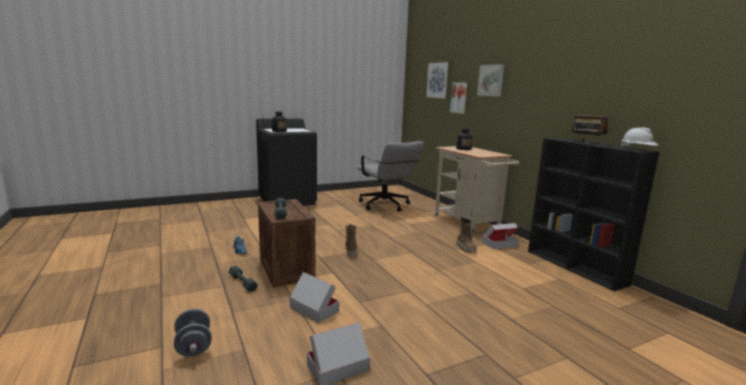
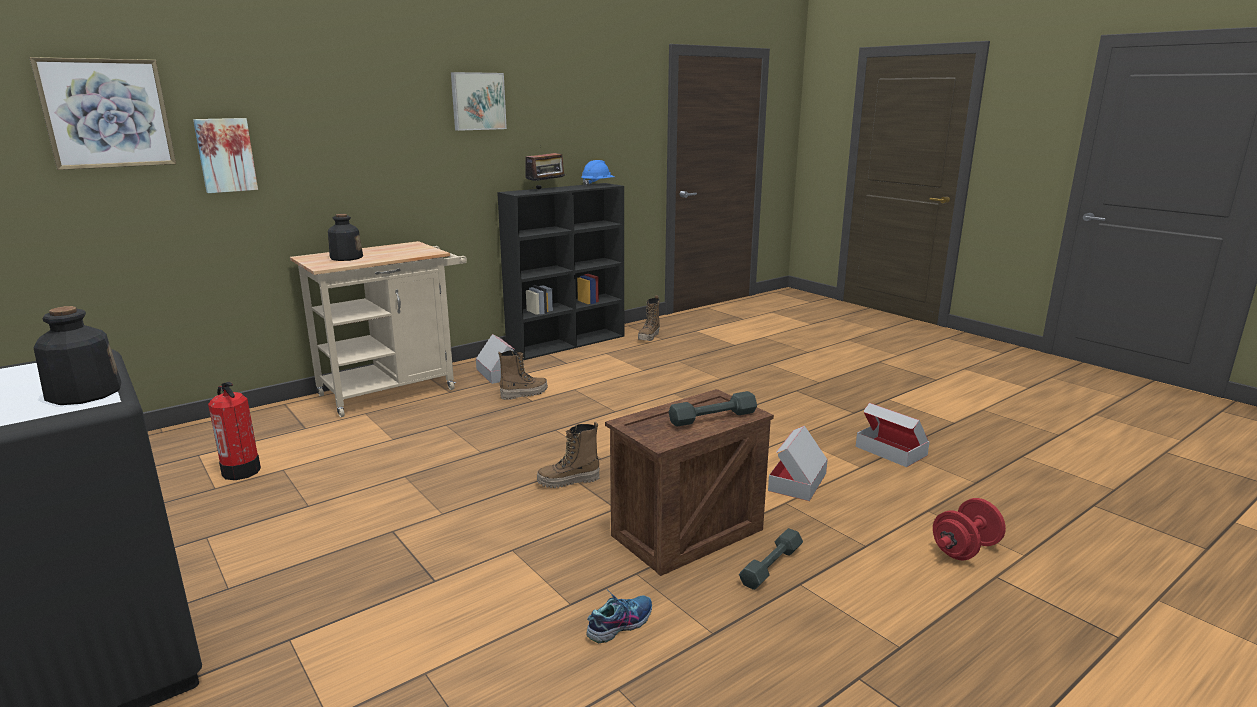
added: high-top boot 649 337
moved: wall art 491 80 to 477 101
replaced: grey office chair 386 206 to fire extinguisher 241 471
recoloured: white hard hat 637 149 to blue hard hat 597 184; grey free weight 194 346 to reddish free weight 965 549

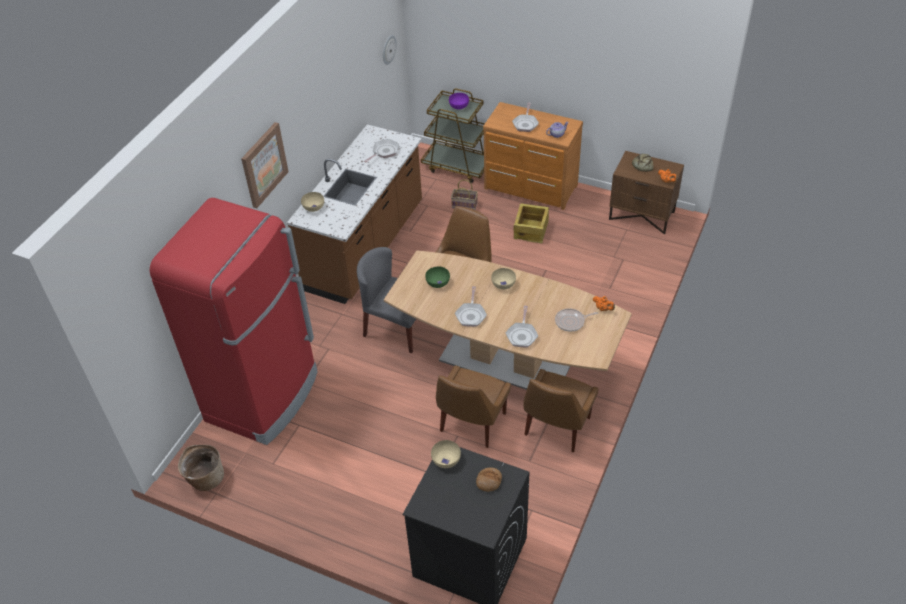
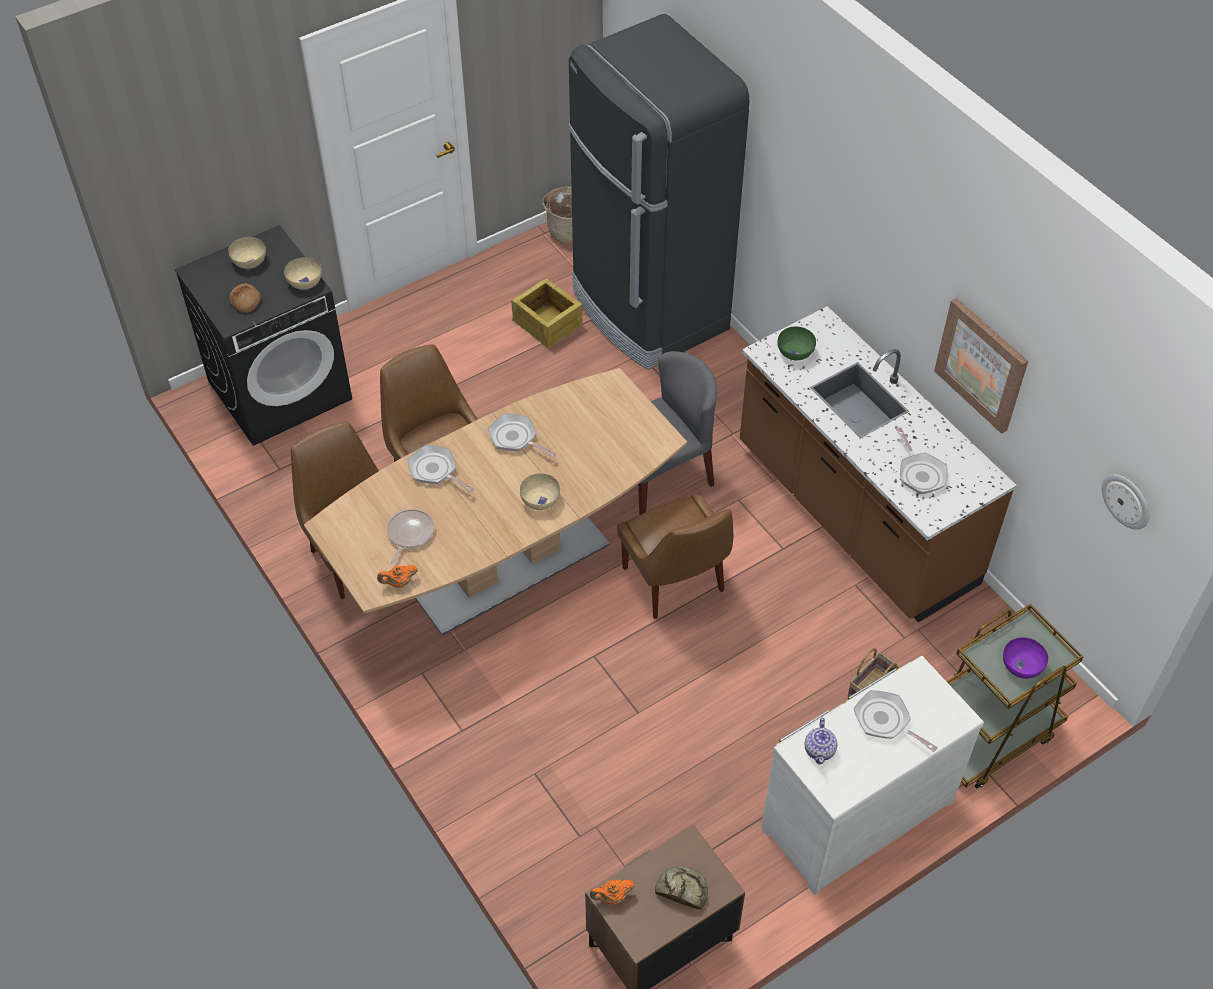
moved: beige bowl 313 207 to 250 261; crate 531 230 to 547 324; greenish bowl 437 282 to 795 352; wall art 263 164 to 982 364
recoloured: reddish refrigerator 264 397 to black refrigerator 648 311; brown-coloured dresser 530 188 to white dresser 853 812

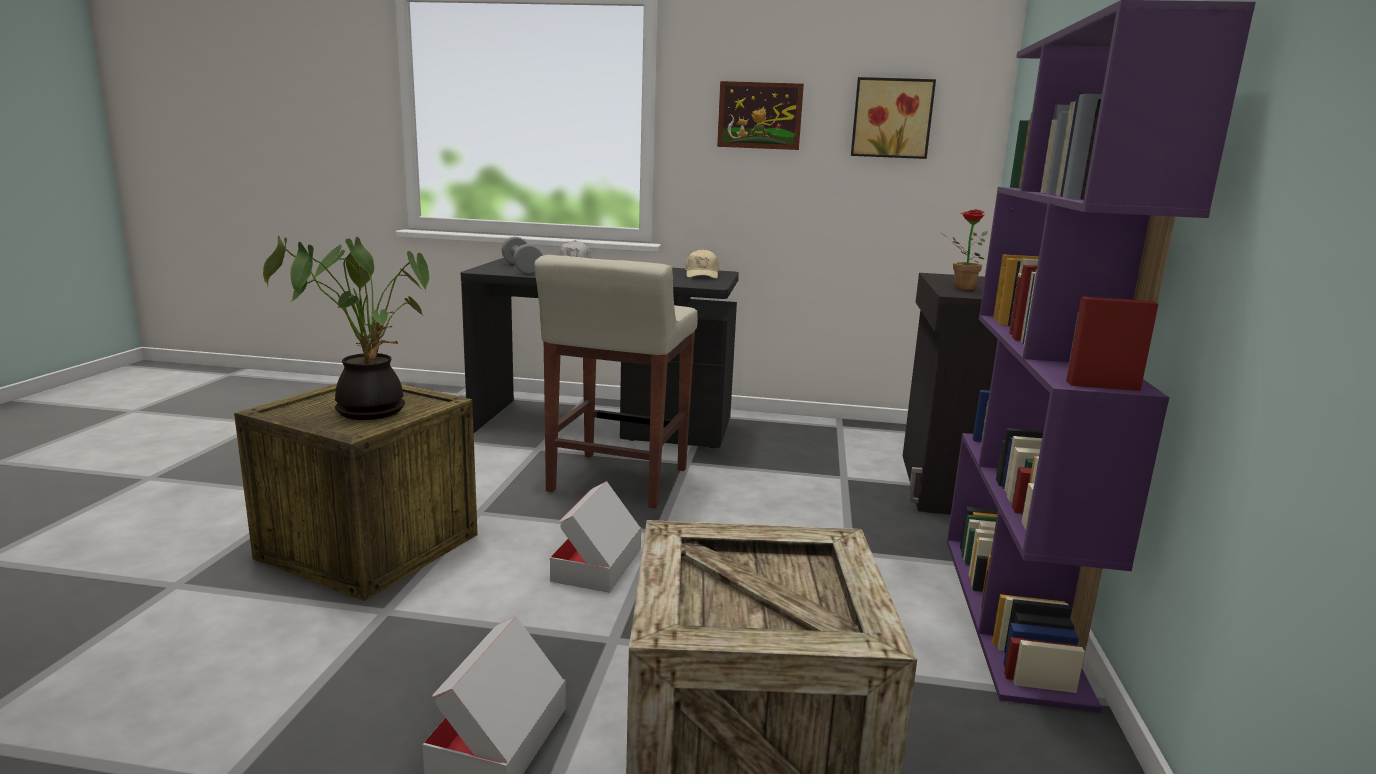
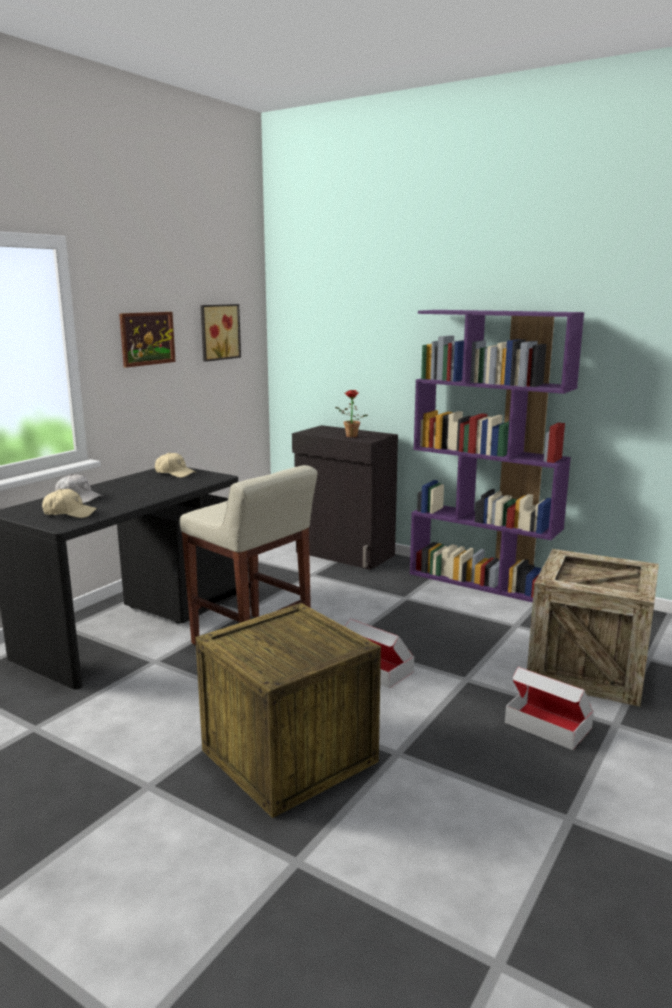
removed: houseplant 368 409
replaced: grey free weight 522 268 to beige cap 69 513

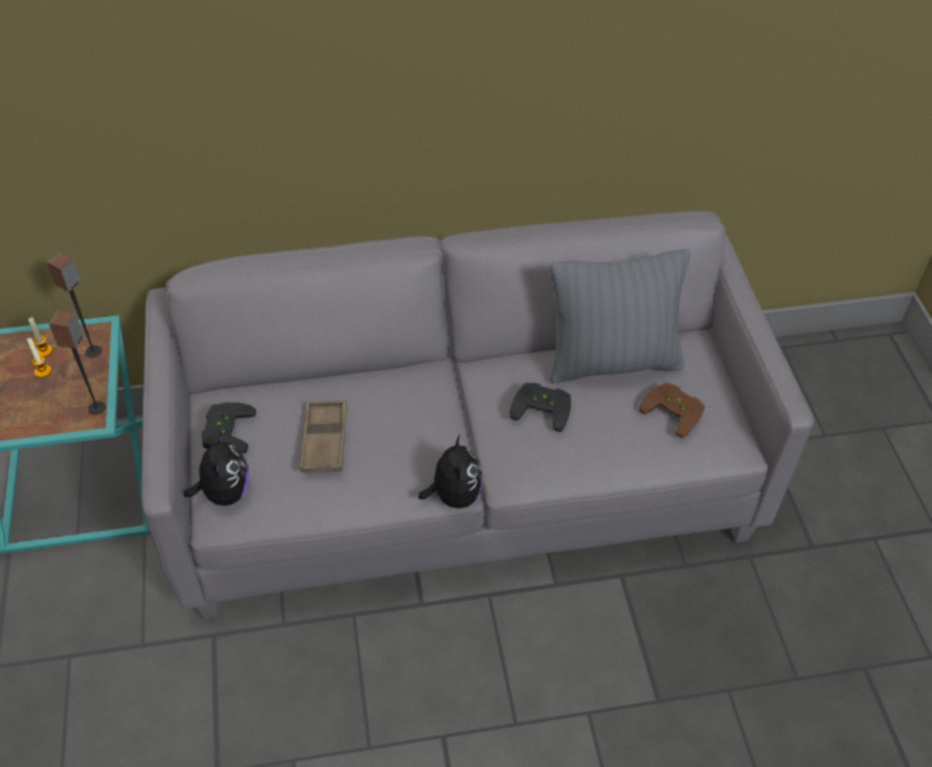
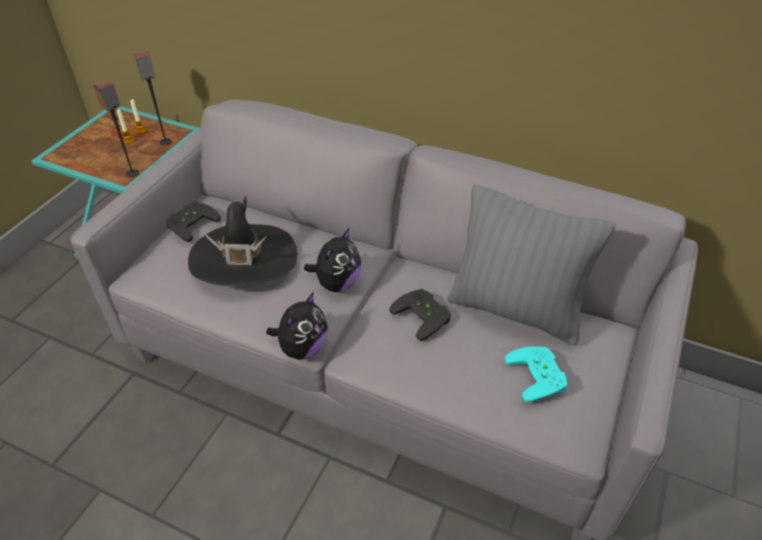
moved: soft toy 225 493 to 337 283
replaced: brown-coloured serving tray 324 441 to black clothing hat 244 259
recoloured: brown-coloured joypad 675 410 to turquoise joypad 539 376

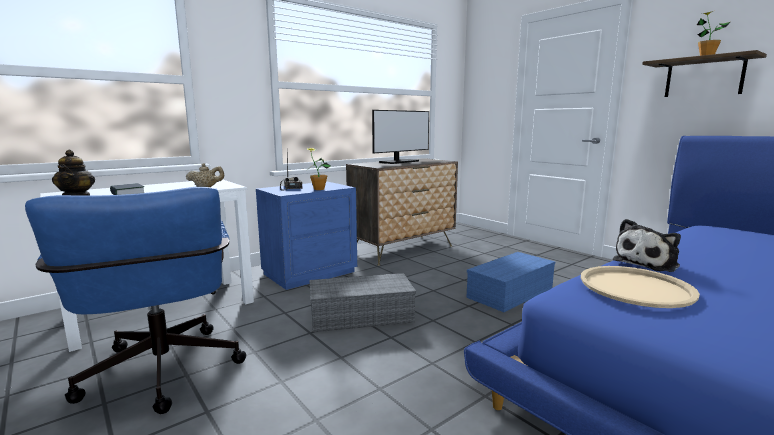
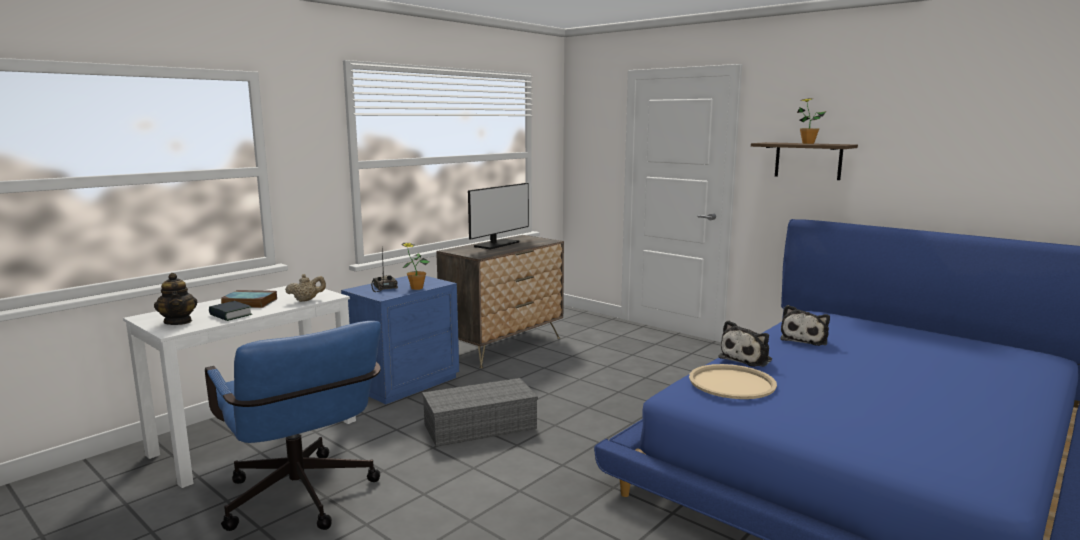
removed: blue storage box 510 293
added: bound book 248 303; soft toy 805 339

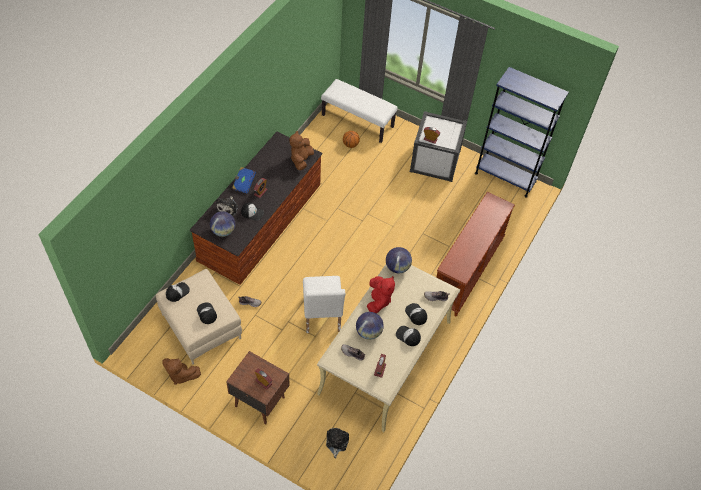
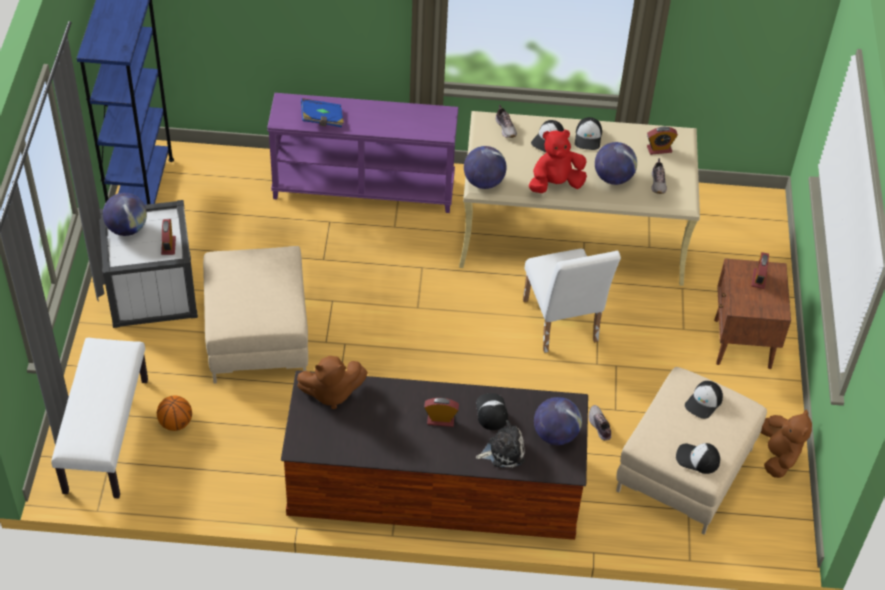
removed: soft toy 336 442
added: world globe 127 228; beige footrest 257 335
moved: blue bound book 244 183 to 322 120
recoloured: brown-coloured console table 467 271 to purple console table 364 188
turned: white chair 322 318 = 561 326 105 degrees clockwise

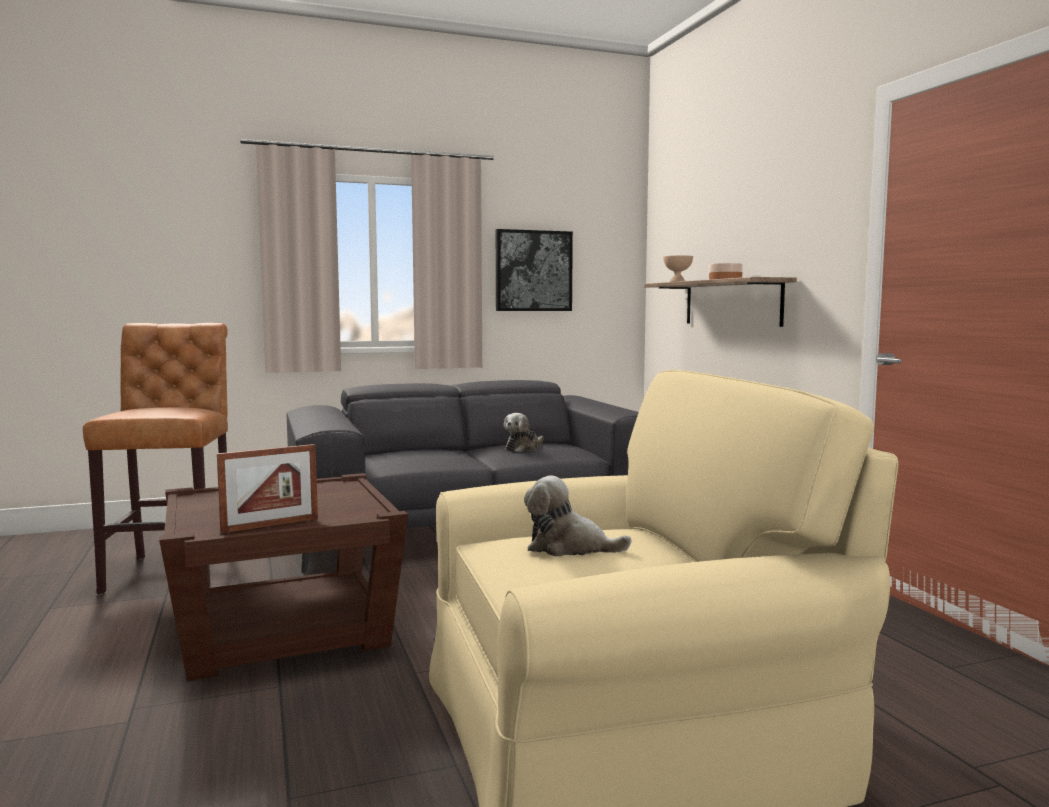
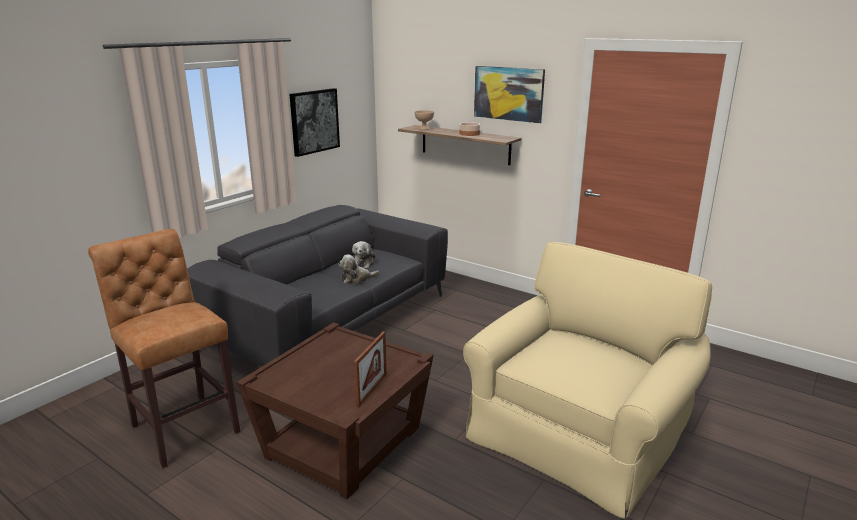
added: wall art 508 93
moved: soft toy 569 548 to 356 279

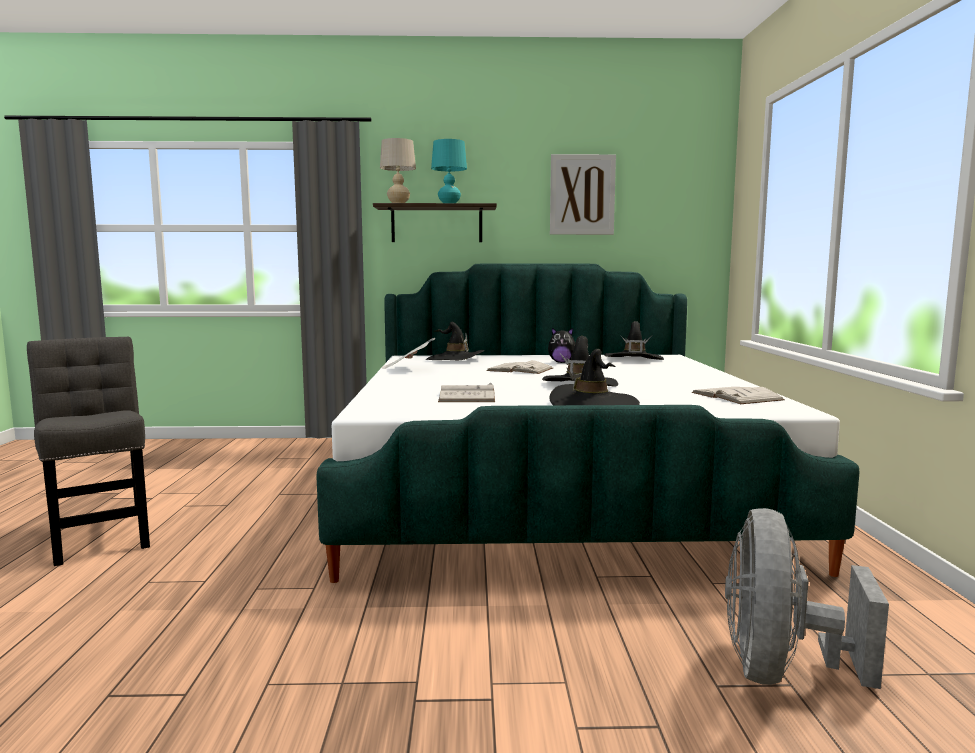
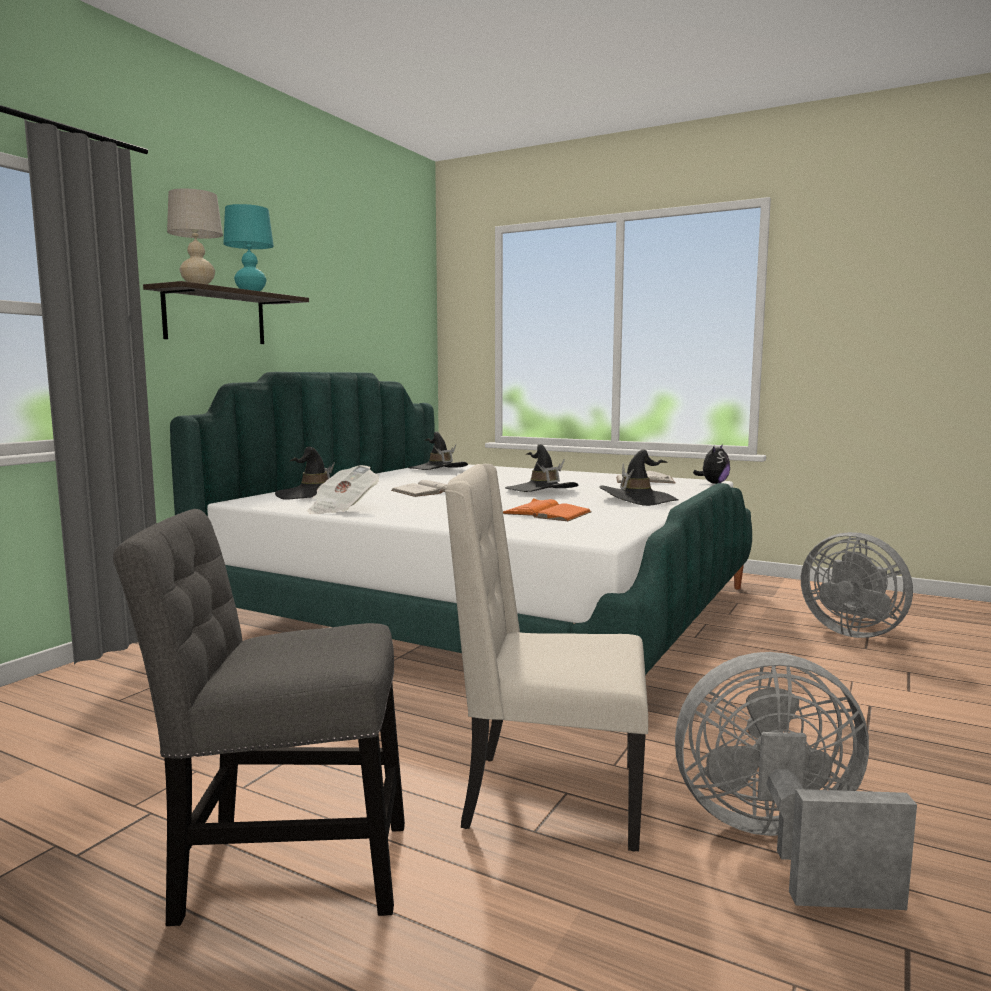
removed: wall art 582 195
added: beige chair 549 797; grey cooling fan 779 845
moved: soft toy 561 362 to 713 483
recoloured: white bound book 467 395 to orange-coloured bound book 546 513

